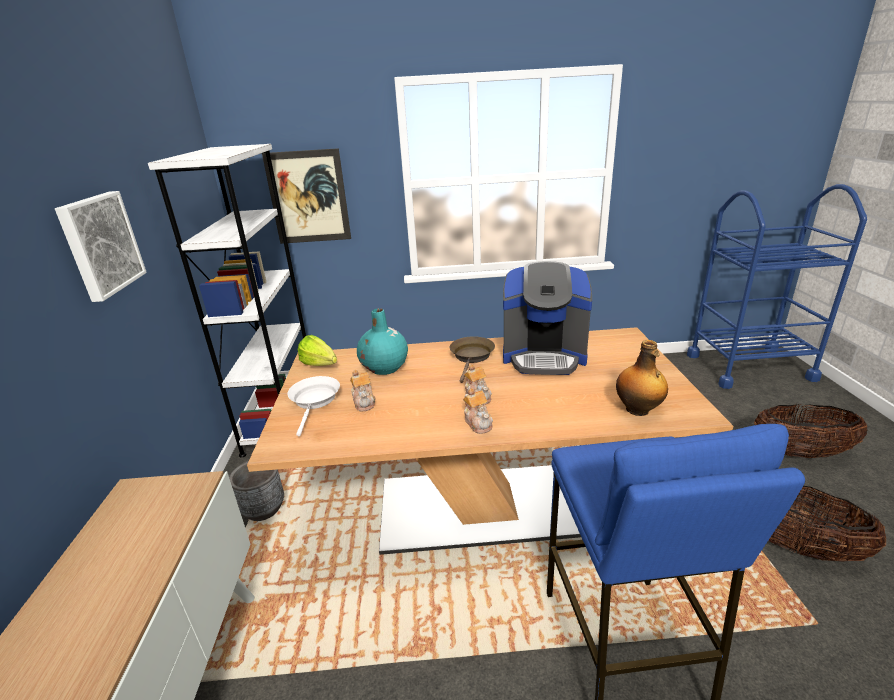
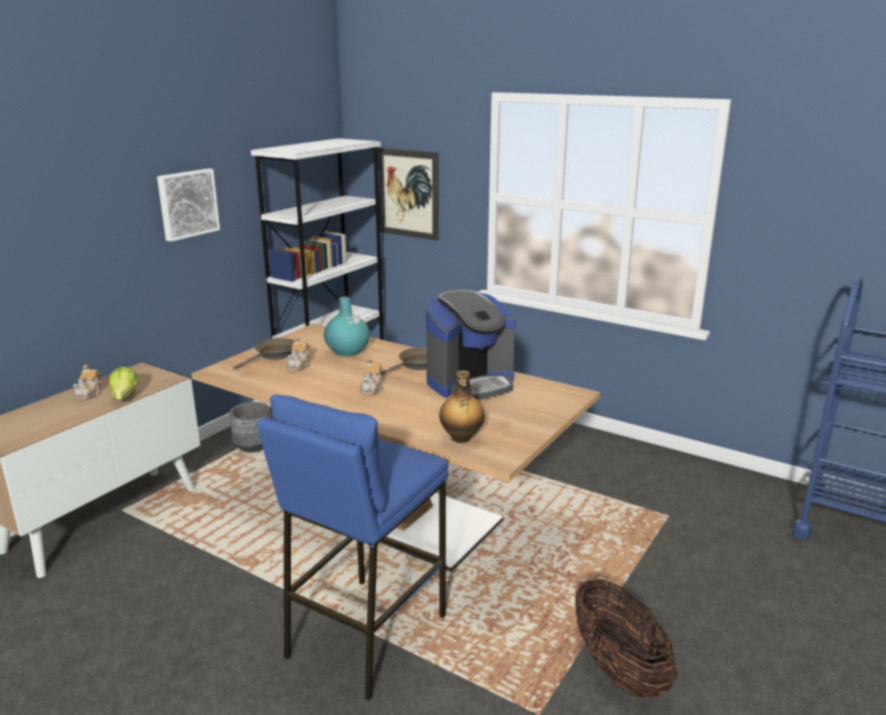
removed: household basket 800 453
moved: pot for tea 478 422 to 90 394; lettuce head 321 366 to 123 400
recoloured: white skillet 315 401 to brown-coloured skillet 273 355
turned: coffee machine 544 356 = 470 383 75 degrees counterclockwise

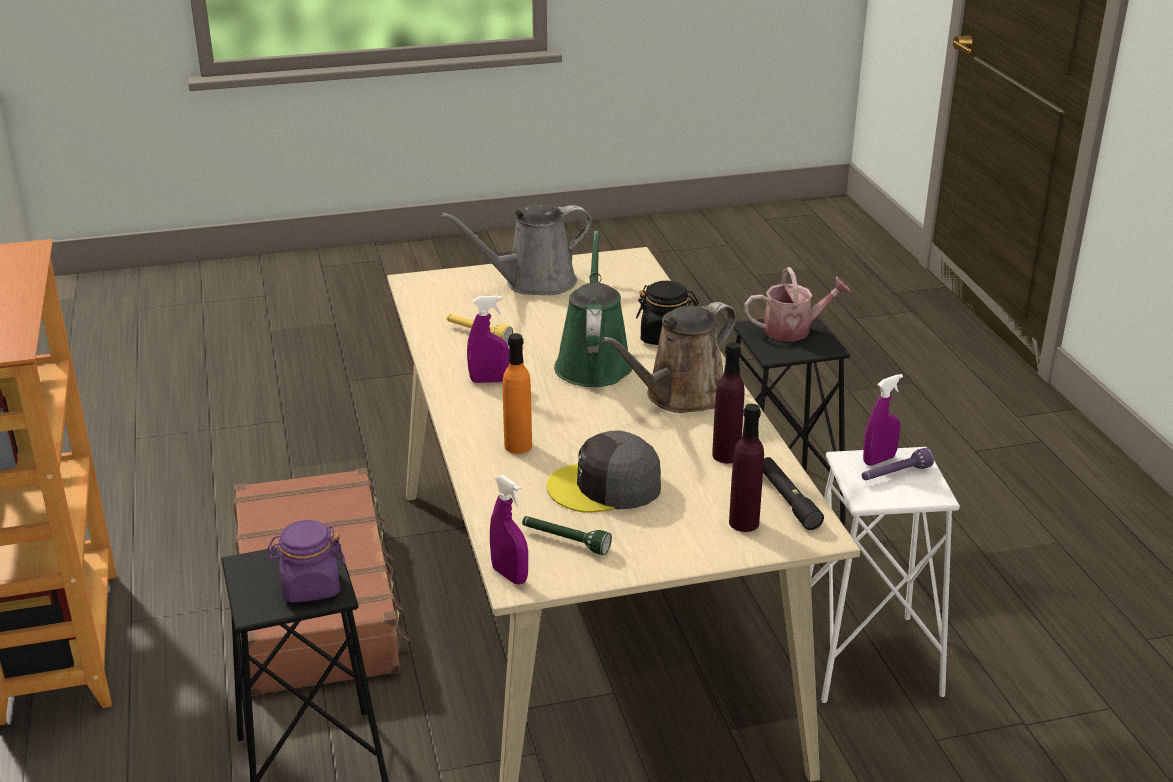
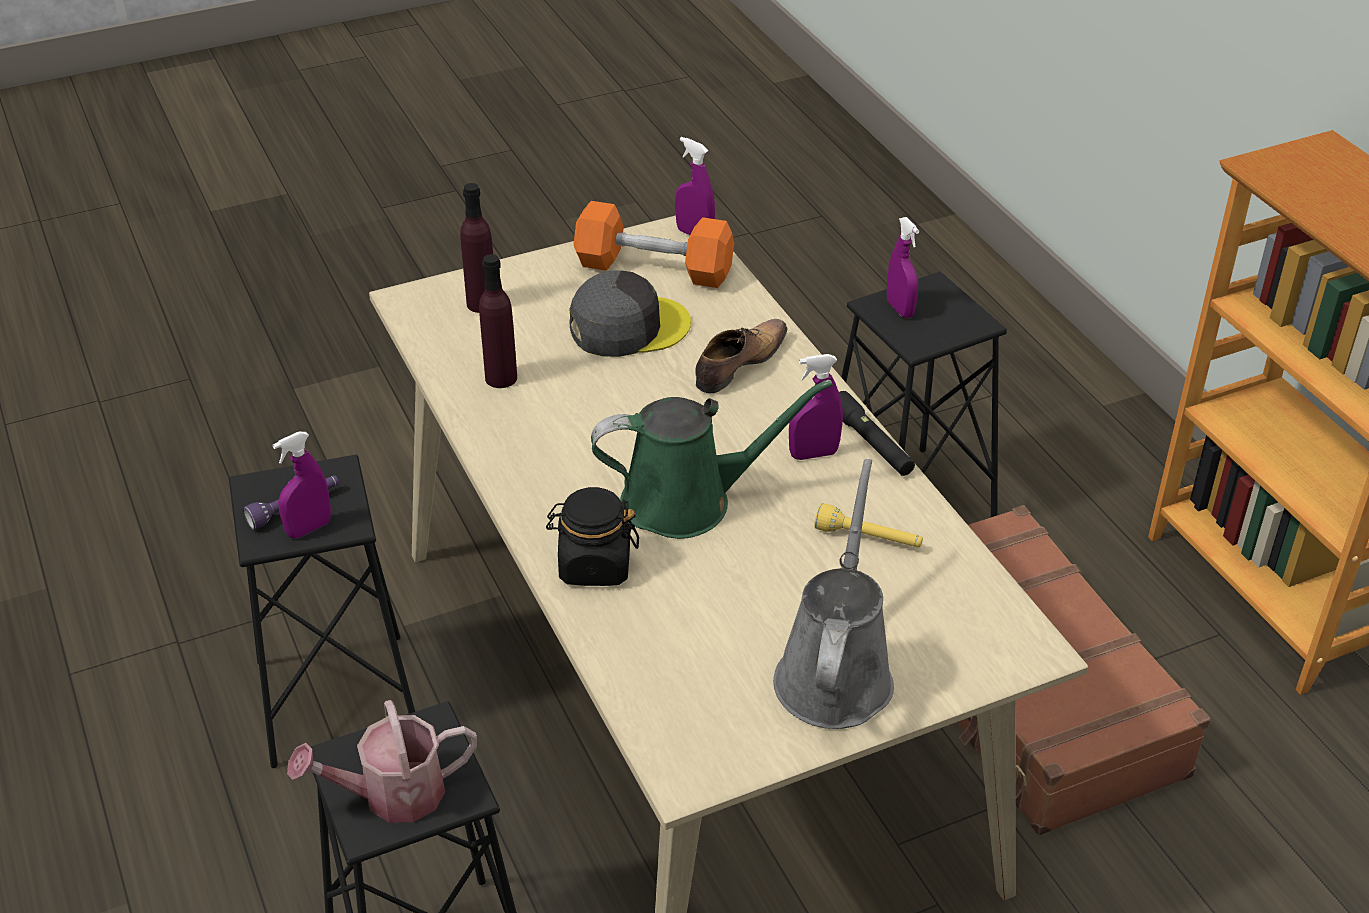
removed: brown-coloured watering pot 680 396
moved: black hand torch 788 500 to 871 443
replaced: greenish hand torch 565 541 to orange-coloured free weight 654 268; orange-coloured bottle 518 446 to low shoe 738 364; purple preserve jar 310 587 to purple spray bottle 900 309
recoloured: white sitting stool 867 659 to black sitting stool 337 699
turned: greenish watering pot 593 363 = 687 501 90 degrees counterclockwise; grey watering pot 533 283 = 835 672 45 degrees counterclockwise

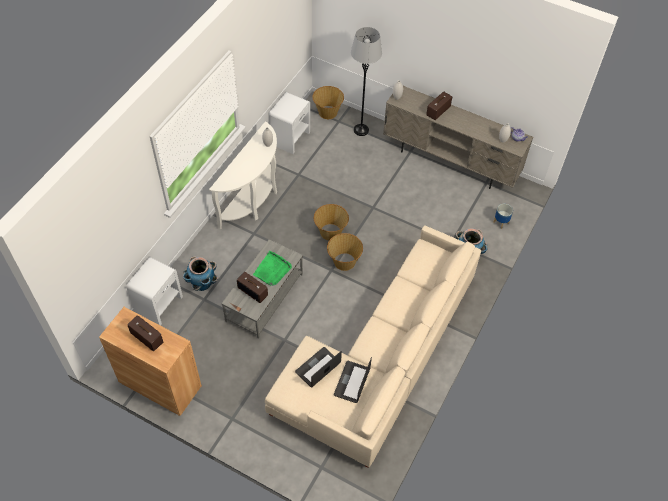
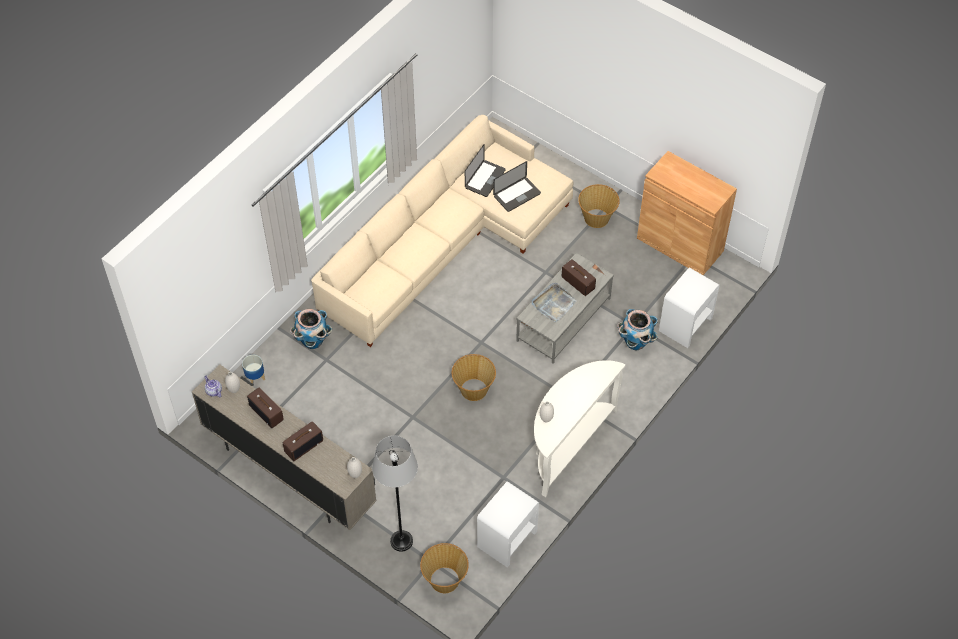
moved: radio 146 337 to 267 413; household basket 344 262 to 597 218
recoloured: greenish serving tray 272 270 to grey serving tray 553 304

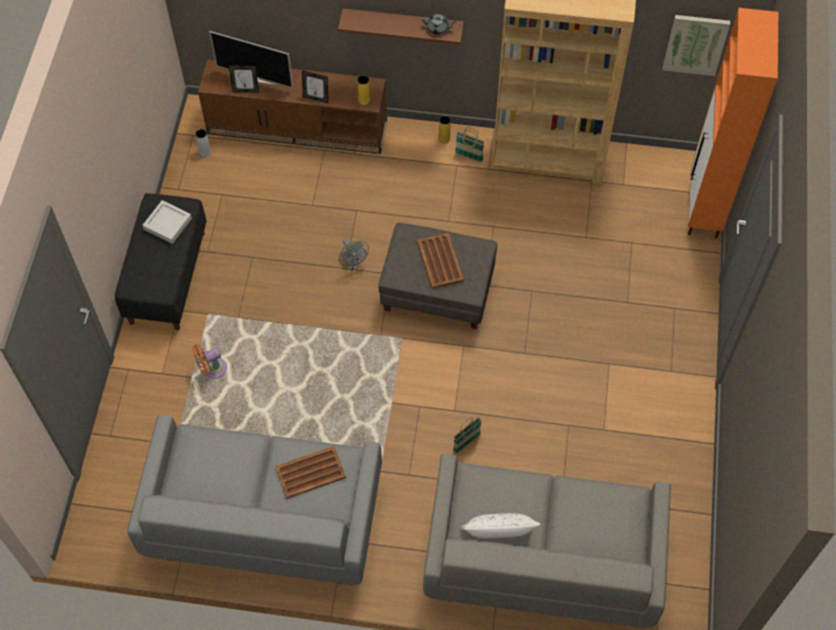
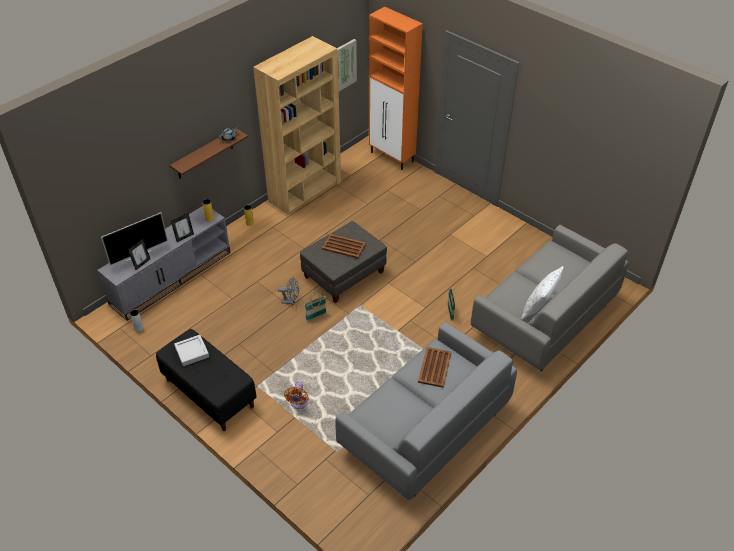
moved: household basket 469 157 to 316 317
recoloured: brown-coloured tv stand 298 127 to grey tv stand 171 277

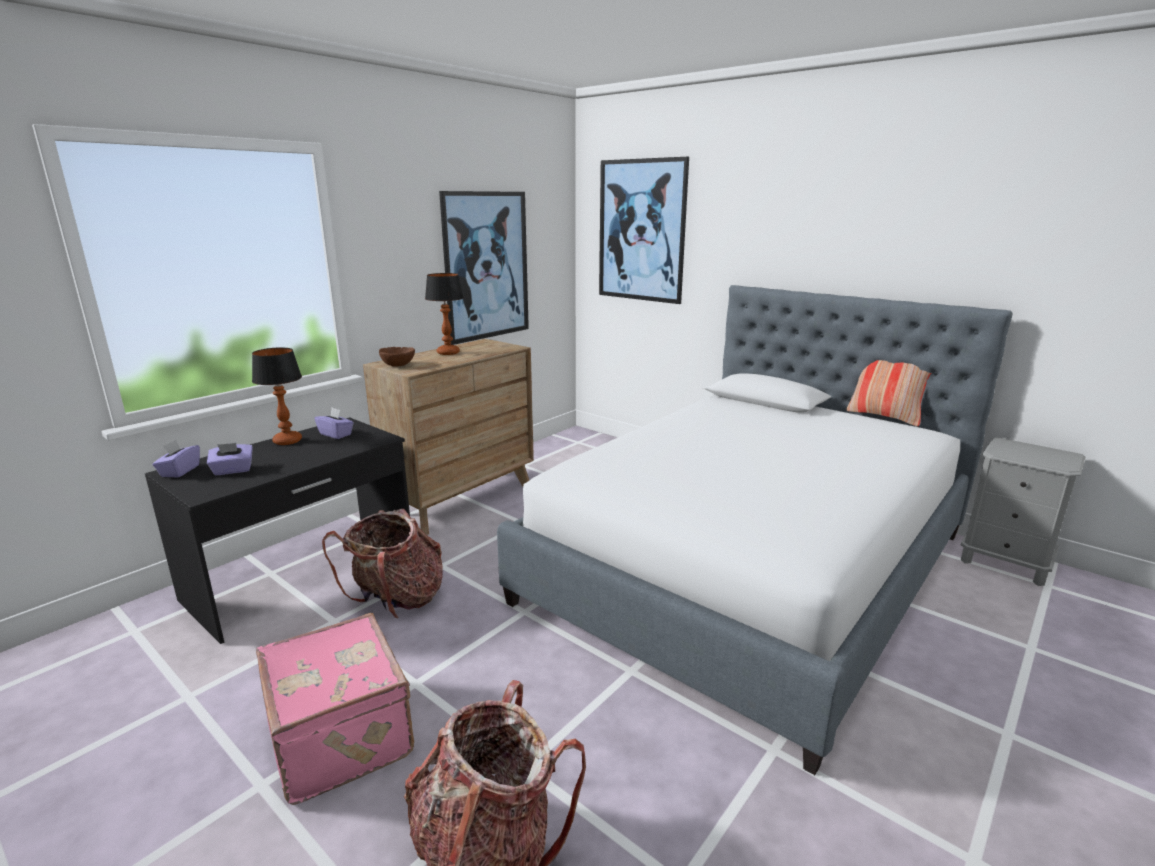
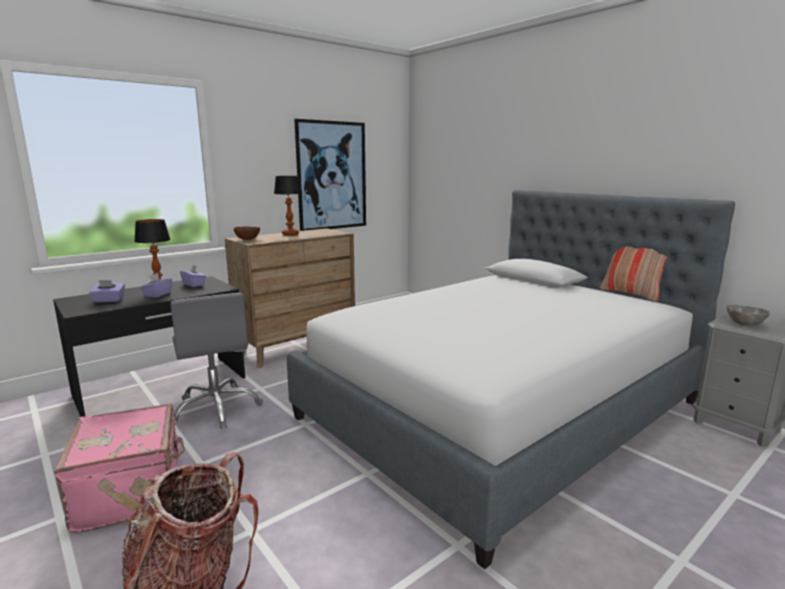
removed: wall art 641 231
added: grey bowl 744 324
moved: purple tissue box 180 471 to 157 295
replaced: knapsack 397 600 to grey office chair 216 408

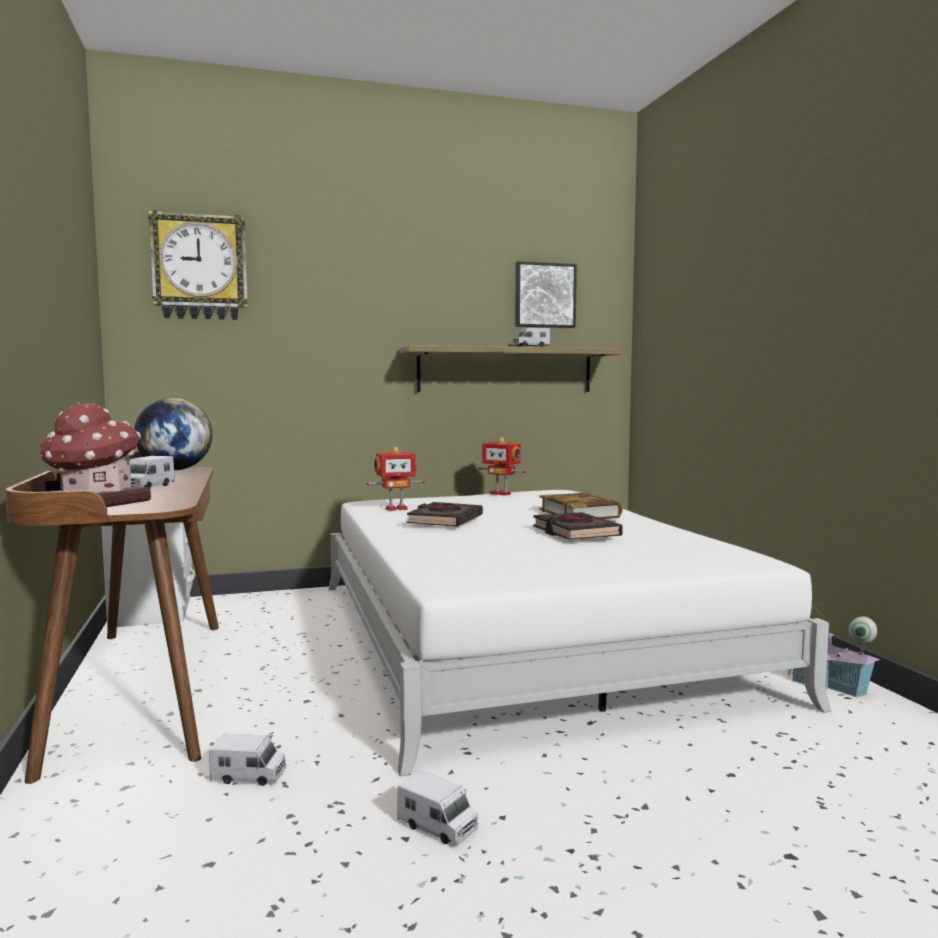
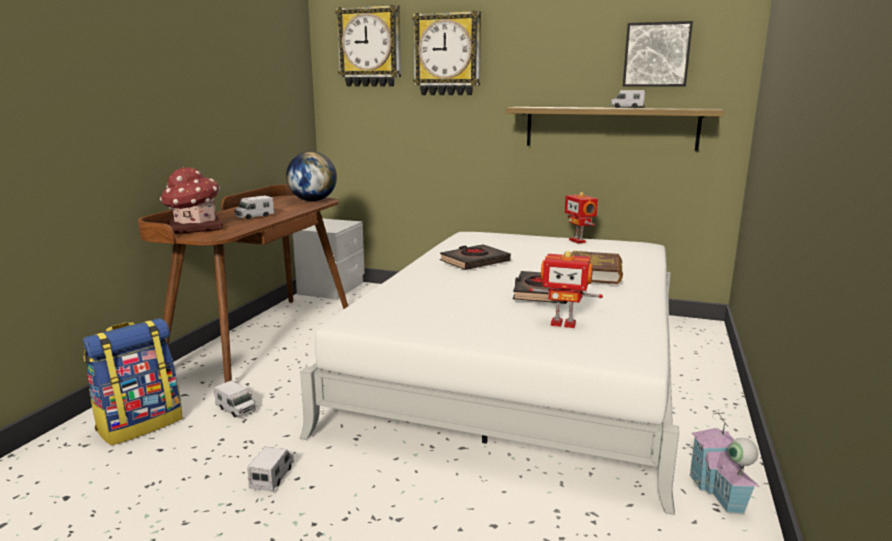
added: knapsack 140 424; wall clock 447 54
moved: toy robot 396 509 to 563 323
turned: toy truck 437 827 = 273 477 150 degrees counterclockwise

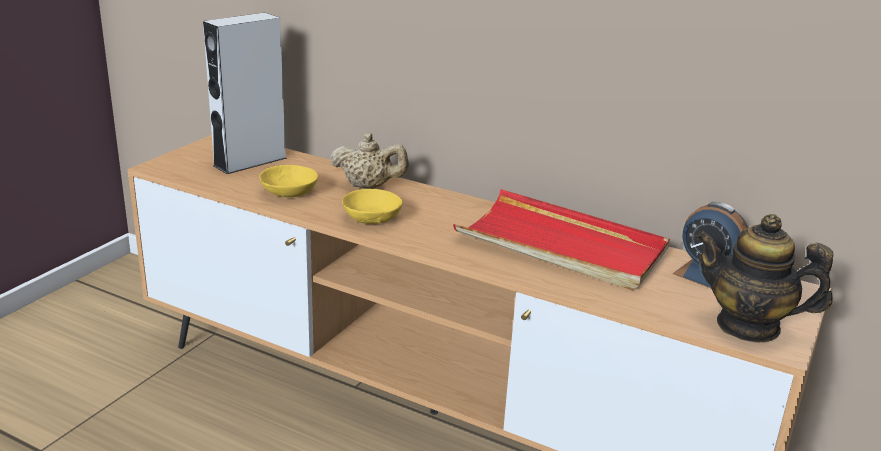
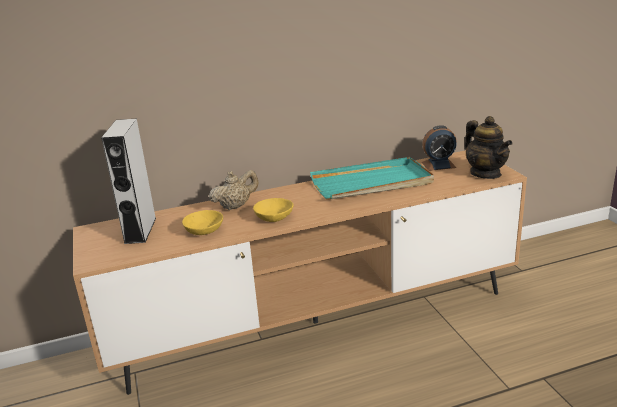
recoloured: reddish serving tray 561 246 to turquoise serving tray 372 183
turned: pot for tea 748 326 = 485 173 90 degrees counterclockwise

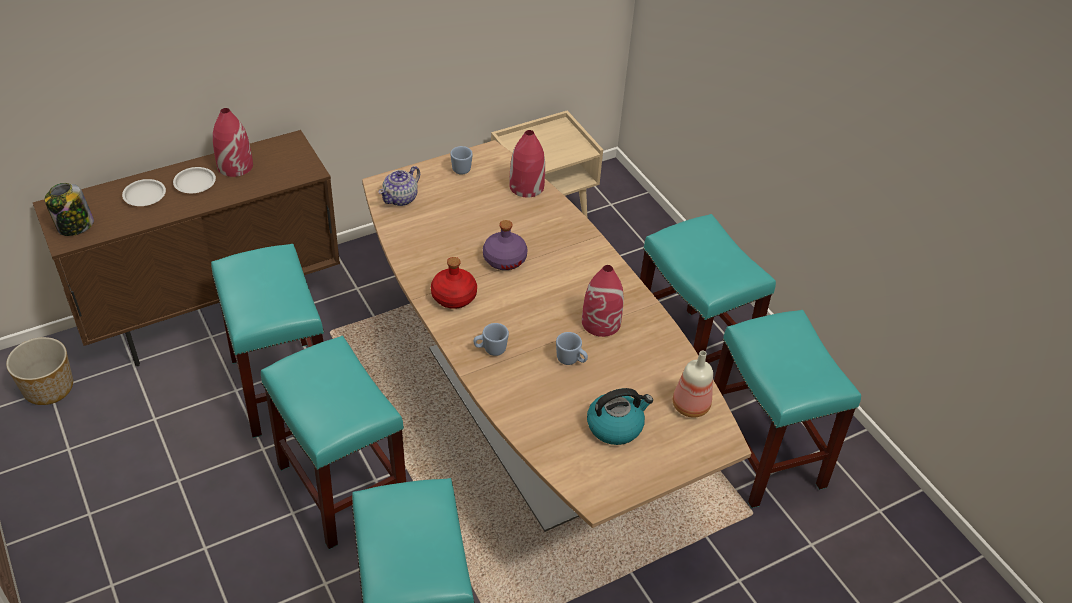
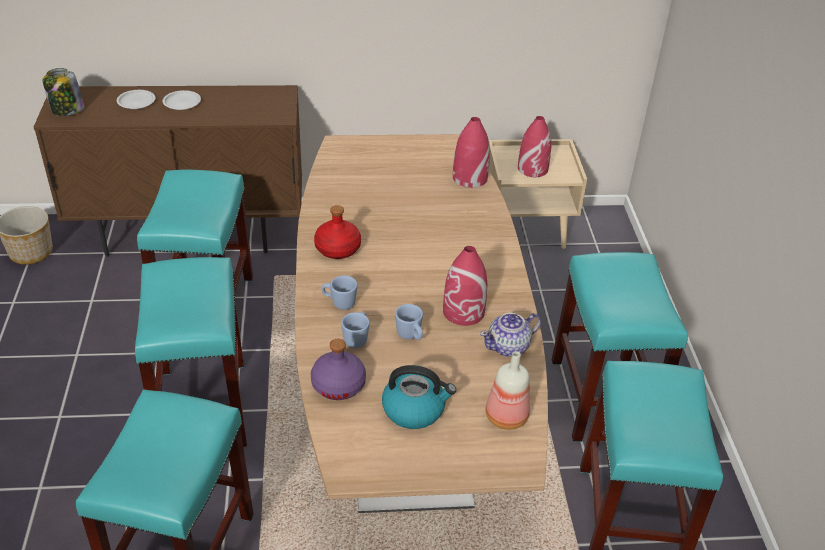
moved: purple bottle 504 259 to 338 384; blue tea mug 461 167 to 357 338; pot for tea 401 198 to 508 347; reddish flower vase 235 166 to 532 169

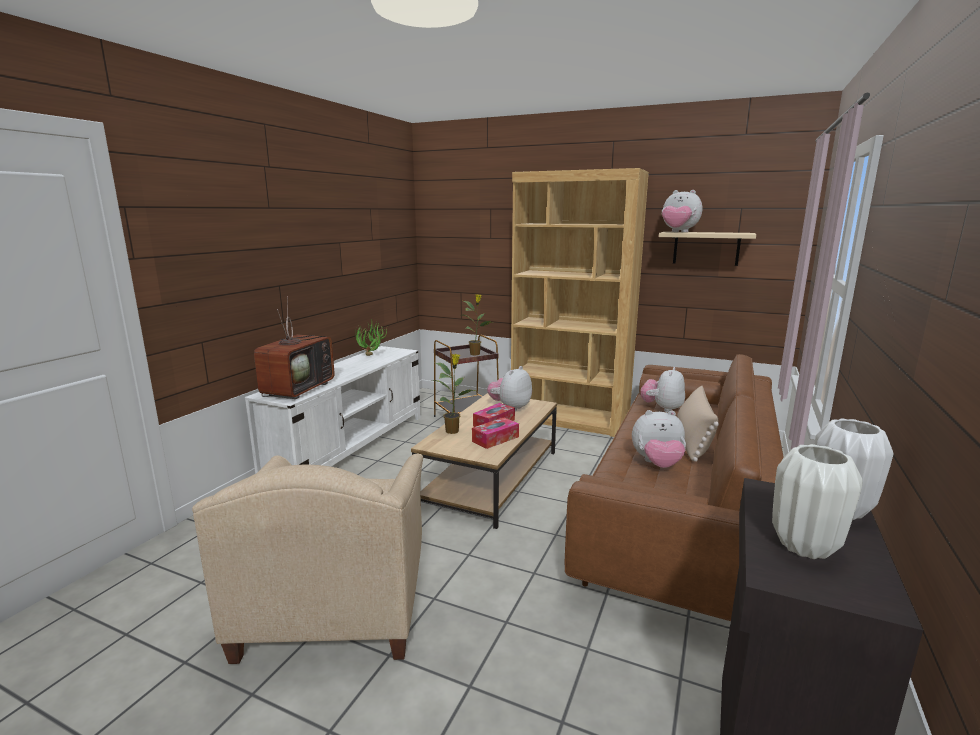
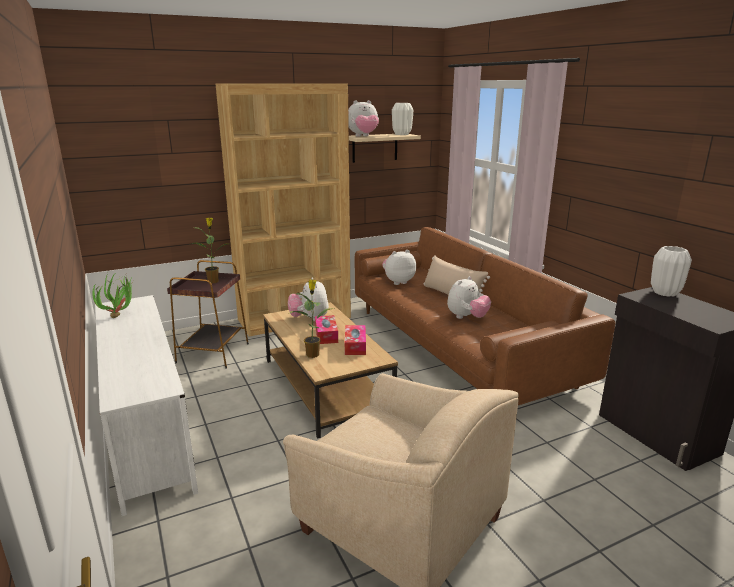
removed: television 298 388
moved: white flower vase 806 546 to 402 134
turned: soft toy 662 409 = 398 282 90 degrees clockwise

